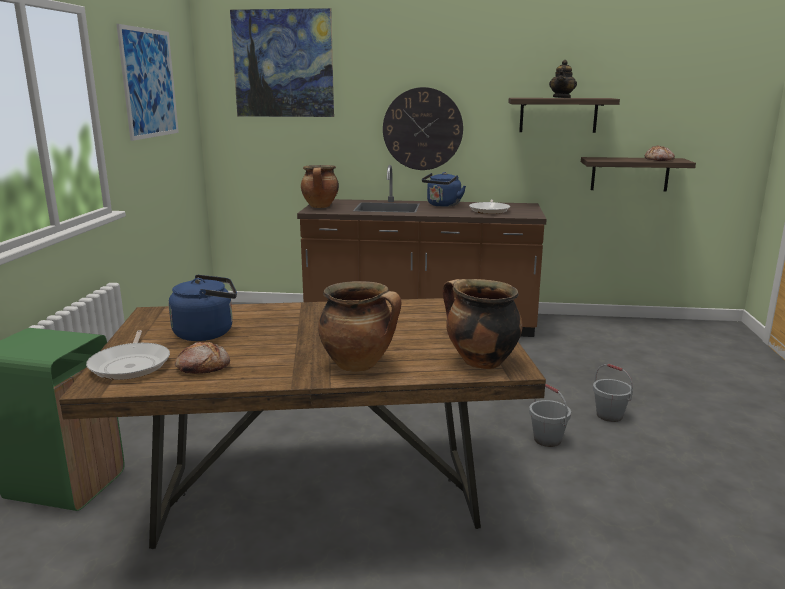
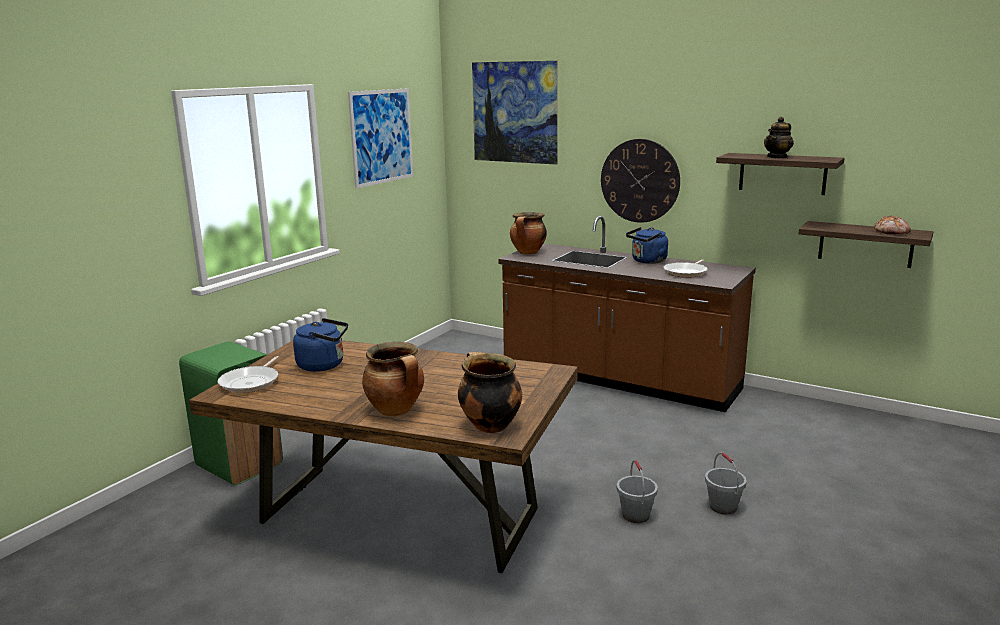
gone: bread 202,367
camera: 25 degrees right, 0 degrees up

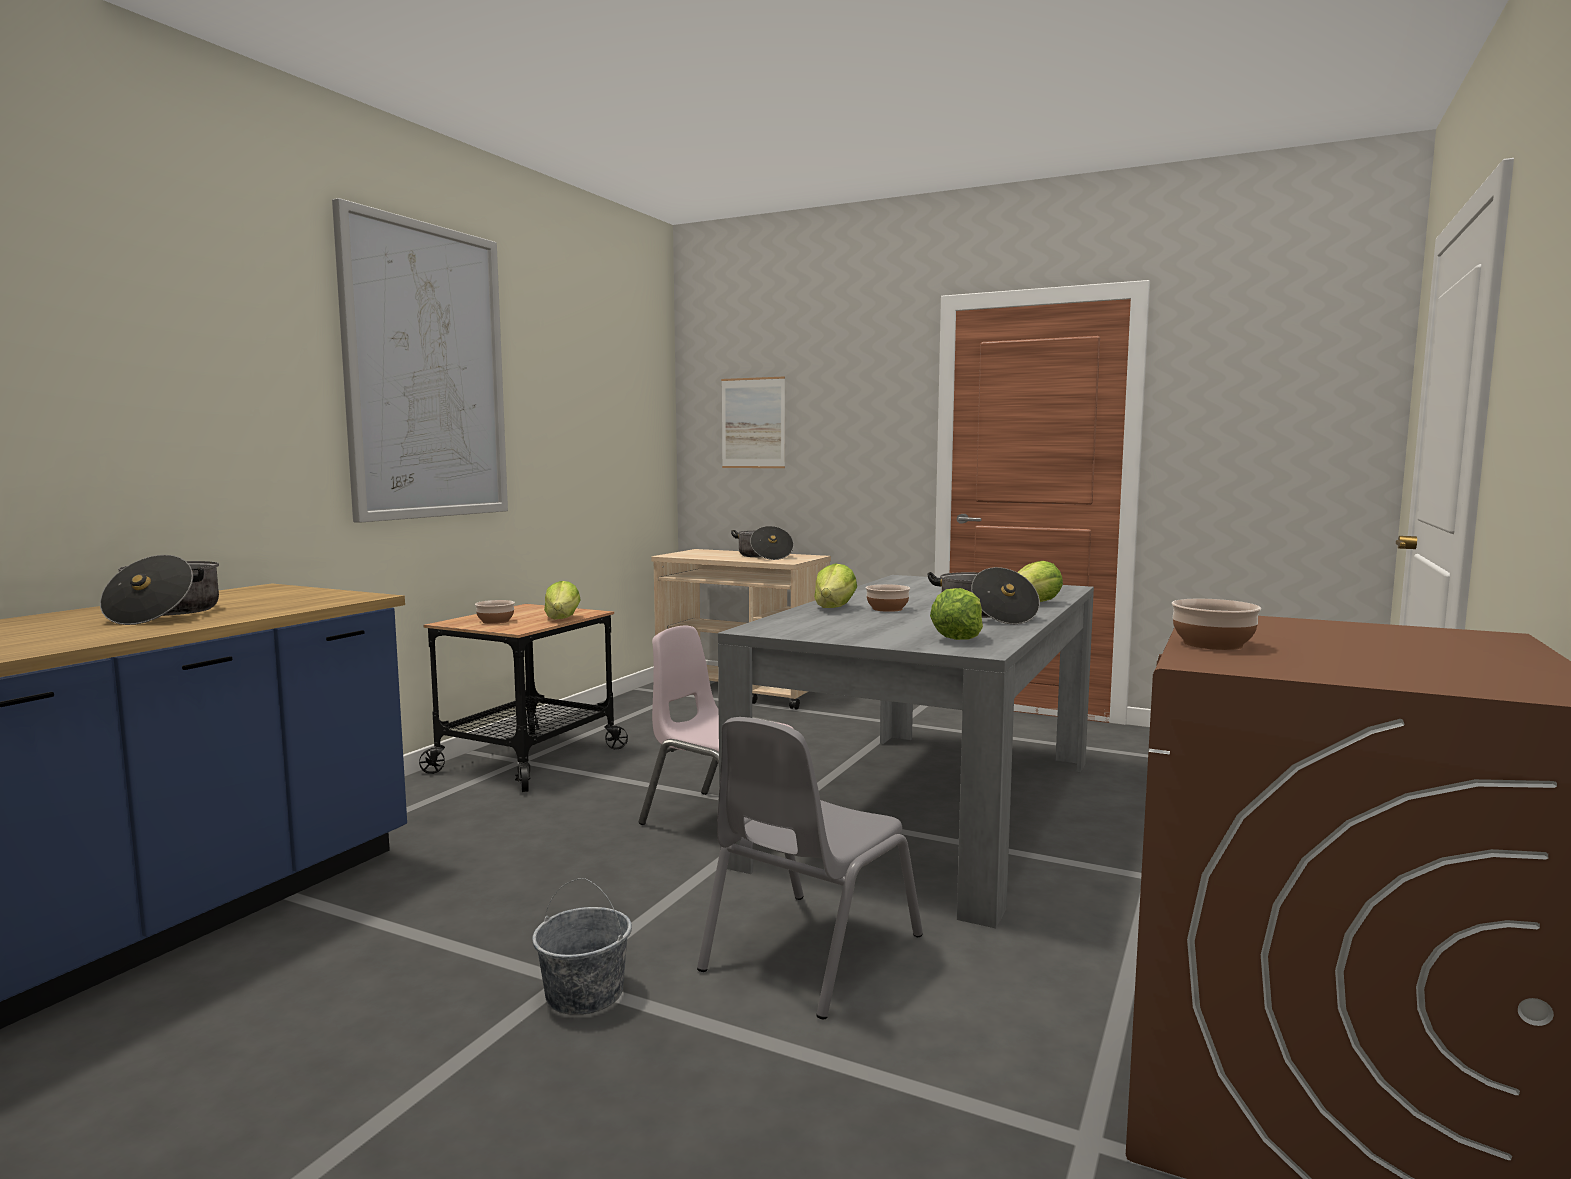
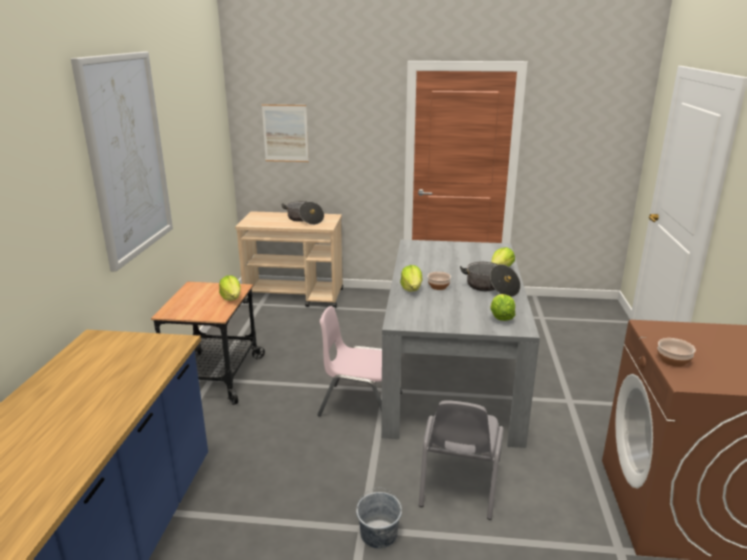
gone: cooking pot 165,613; bowl 496,621
camera: 20 degrees left, 15 degrees up

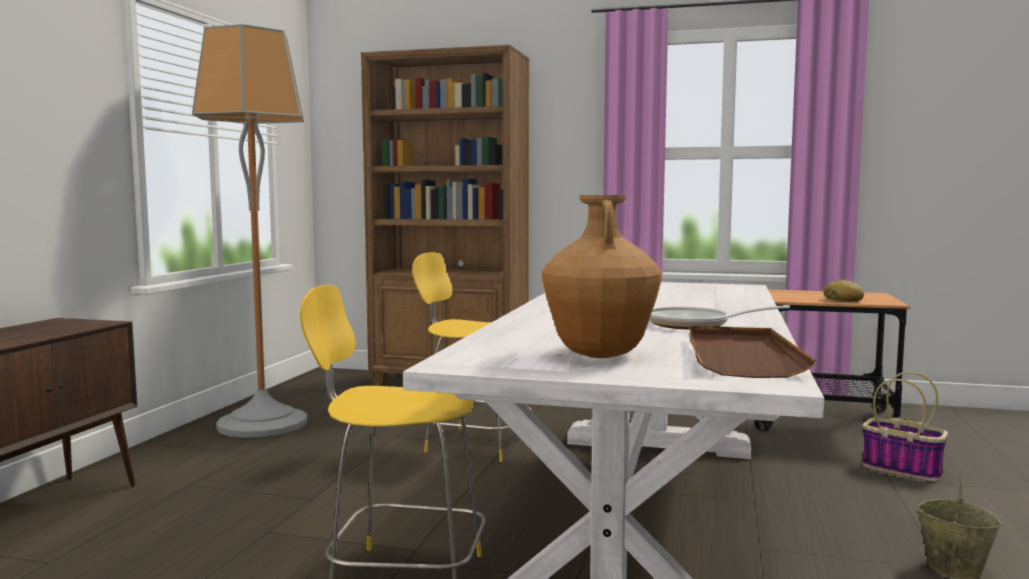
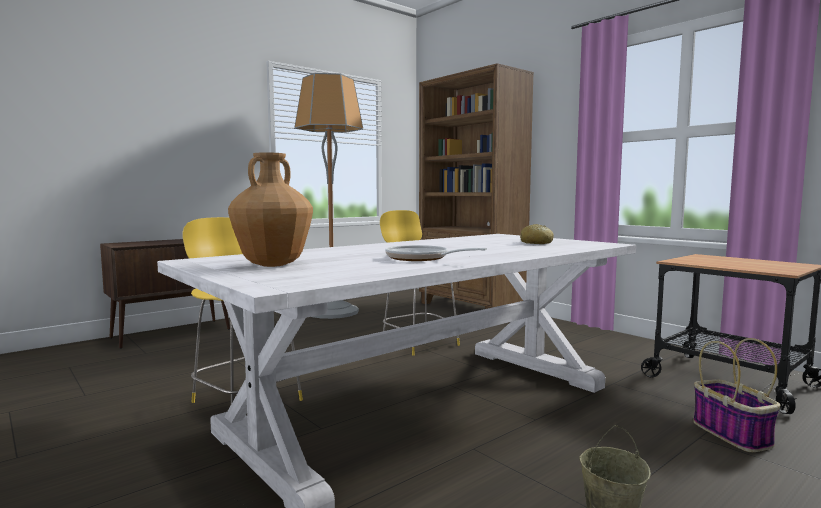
gone: tray (brown) 740,357
shifted: bread 843,300 to 536,243
camera: 35 degrees right, 0 degrees up

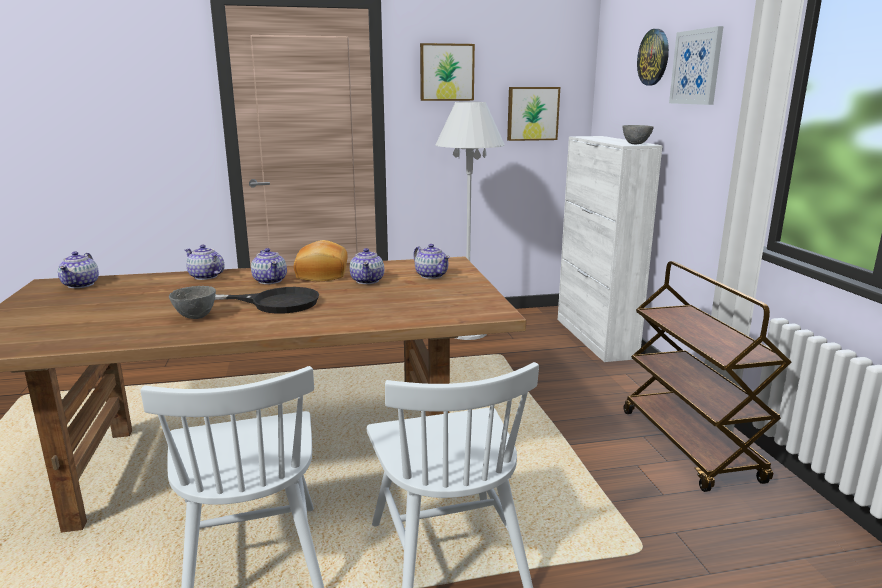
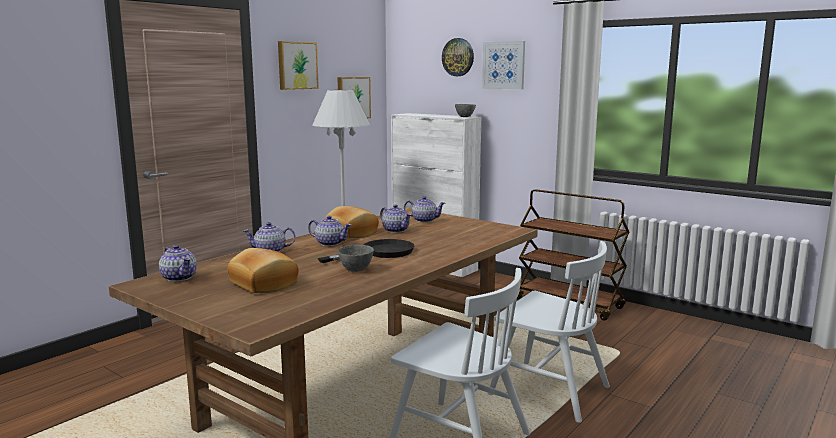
new: bread 262,284
camera: 40 degrees left, 5 degrees down

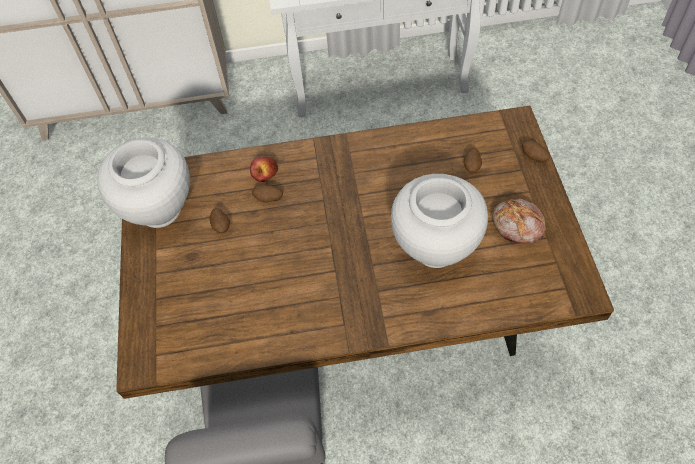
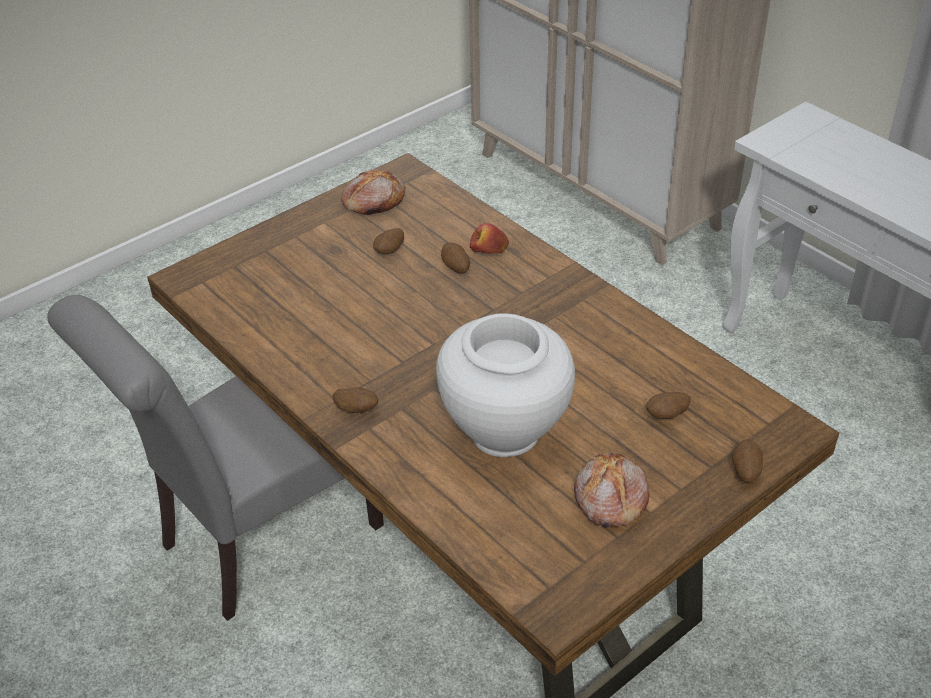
new: potato 356,410
swapped: vase (white) 159,210 to bread 373,201
camera: 55 degrees right, 15 degrees down

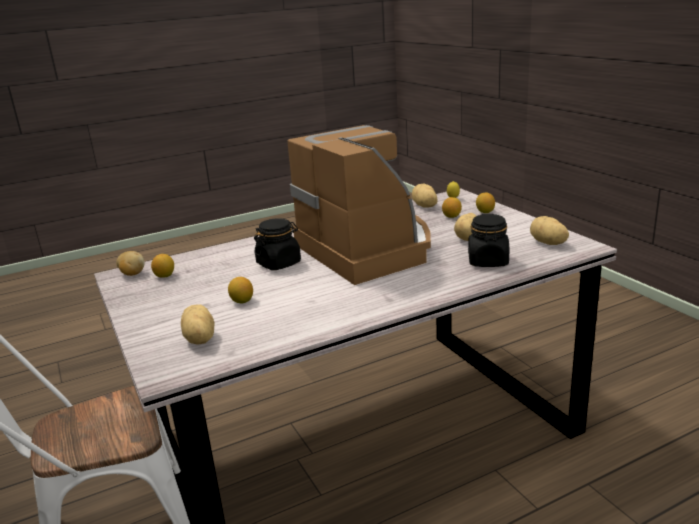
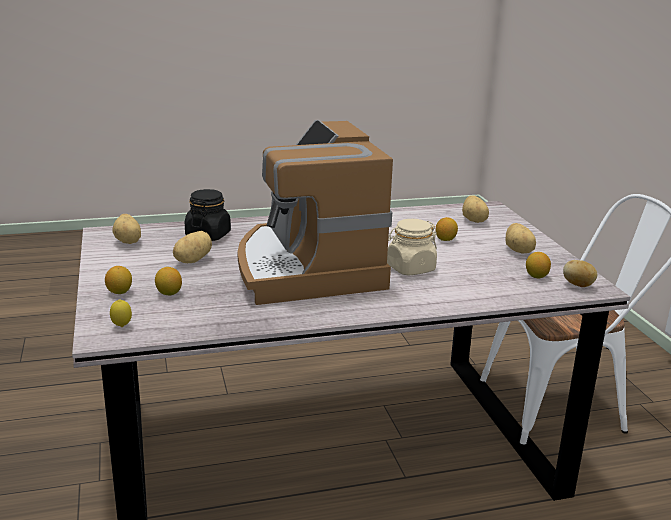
shifted: potato 424,206 to 519,250
repainted: jar (black) 279,263 to jar (beige) 410,268
camera: 170 degrees left, 0 degrees up

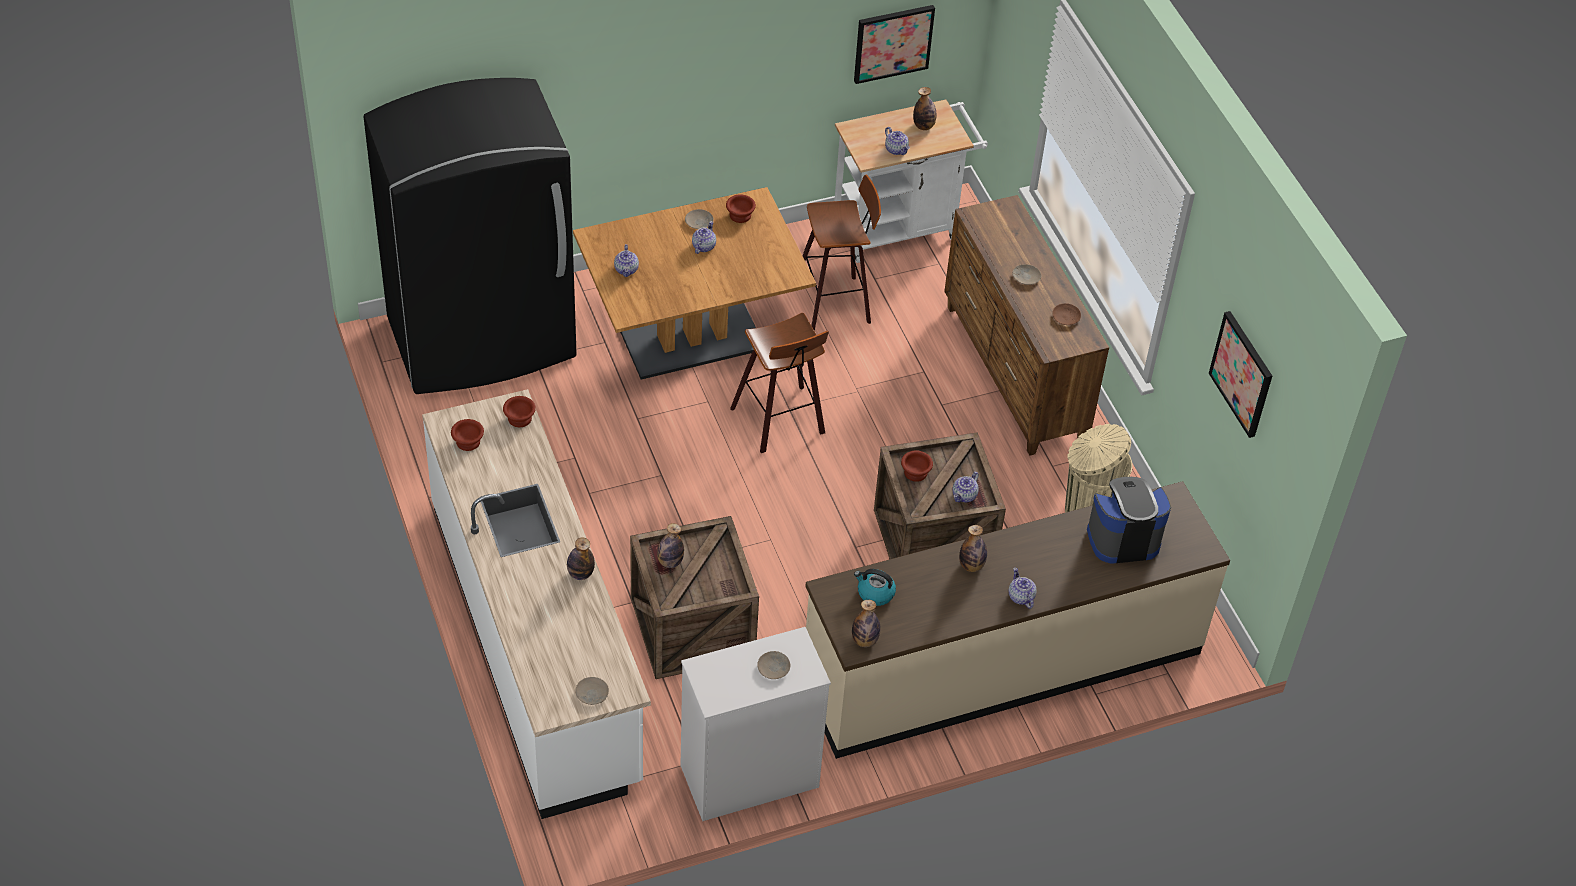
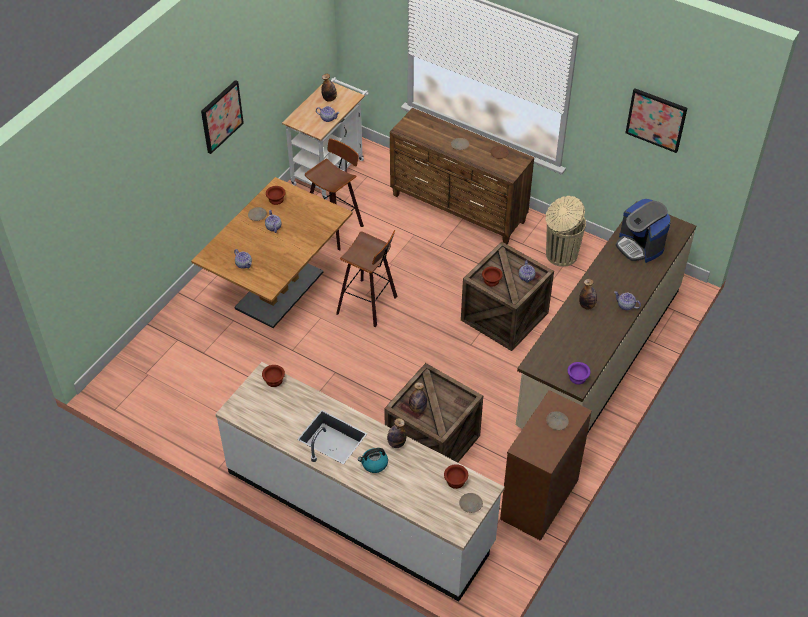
gone: fridge (black) 483,340
shifted: bowl (brown) 467,442 to 455,481; picture 893,43 to 221,116; kettle 875,593 to 374,464
swapped: bottle 864,640 to bowl (purple) 578,378
repainted: dresser (white) 748,777 to dresser (brown) 539,500
rotated: coffee machine 1123,538 = 640,246 75 degrees counterclockwise
camera: 35 degrees left, 0 degrees up

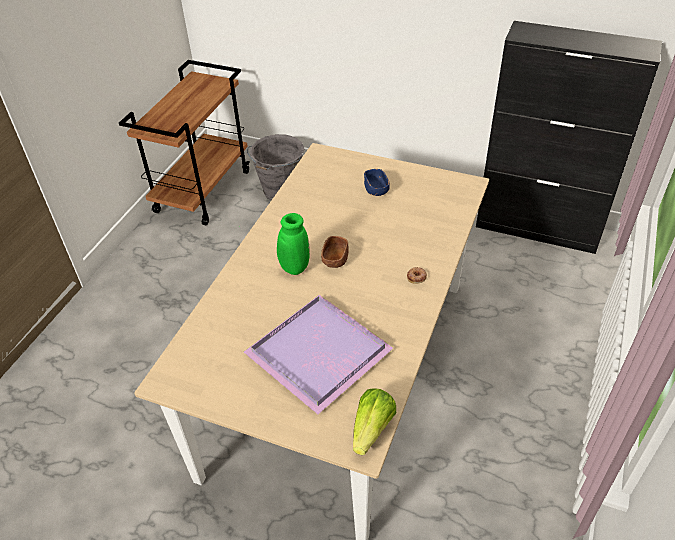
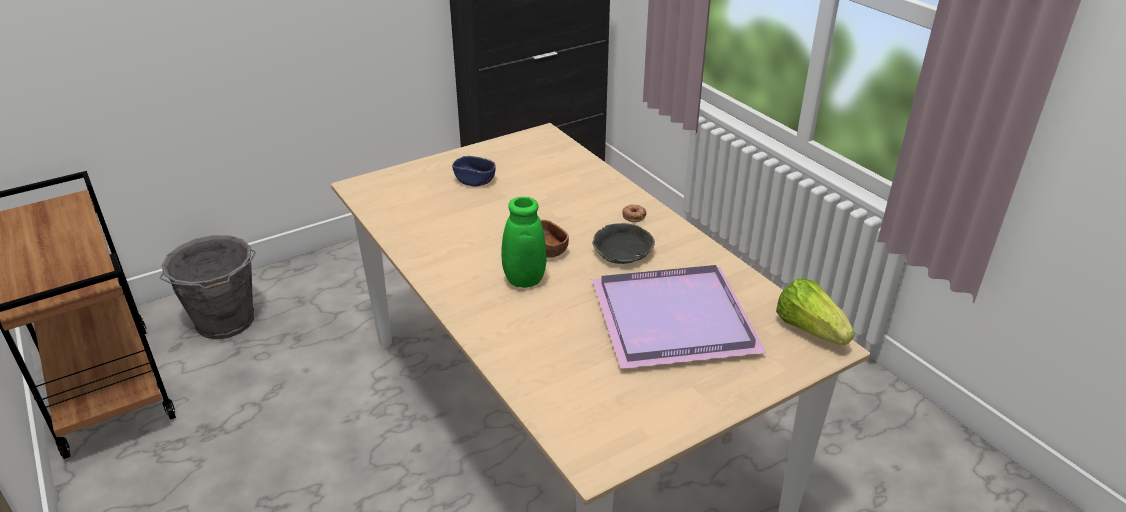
new: bowl (grey) 622,252
camera: 55 degrees left, 10 degrees down

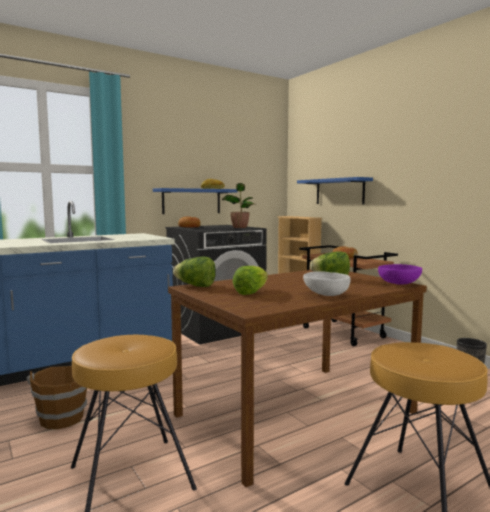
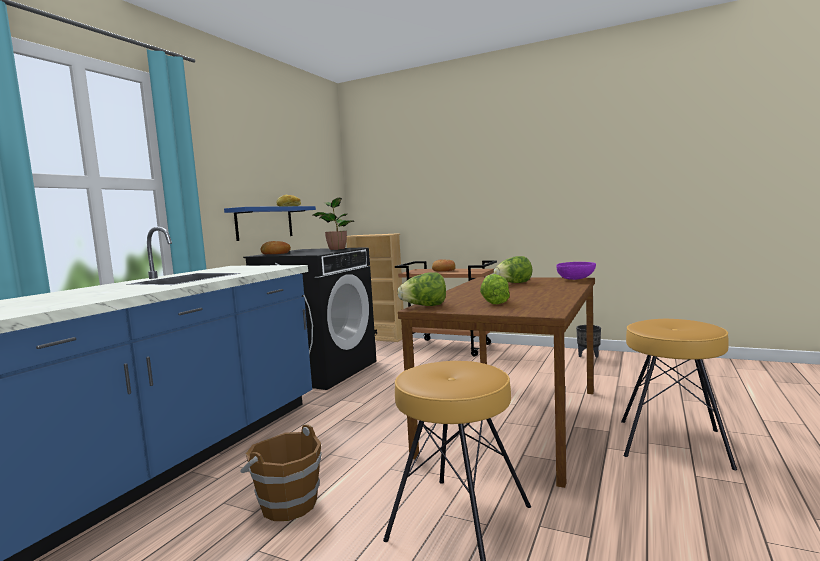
gone: shelf (blue) 339,191; bowl (white) 325,294
camera: 30 degrees left, 0 degrees up

